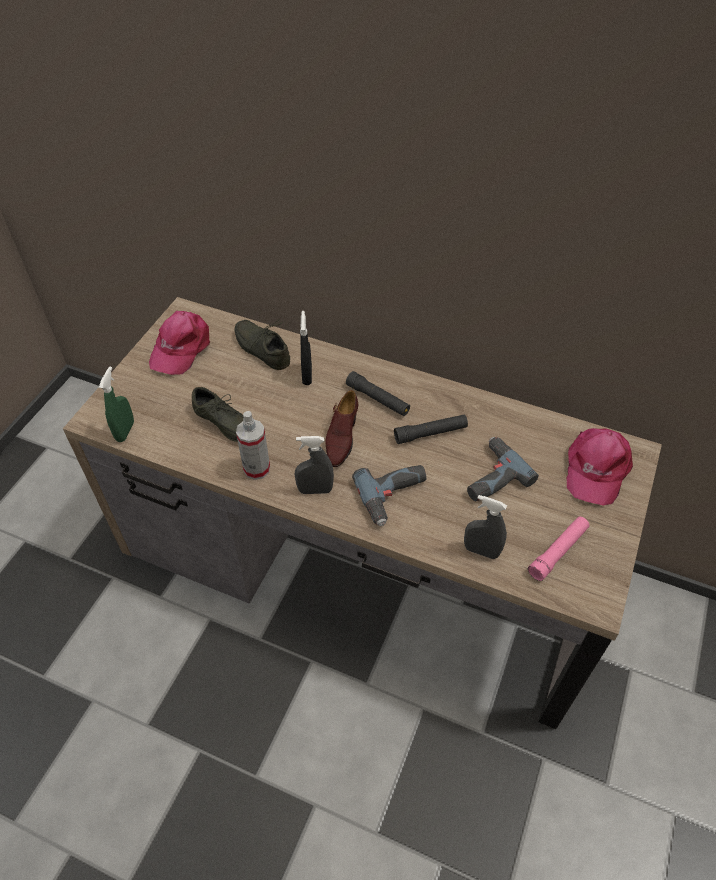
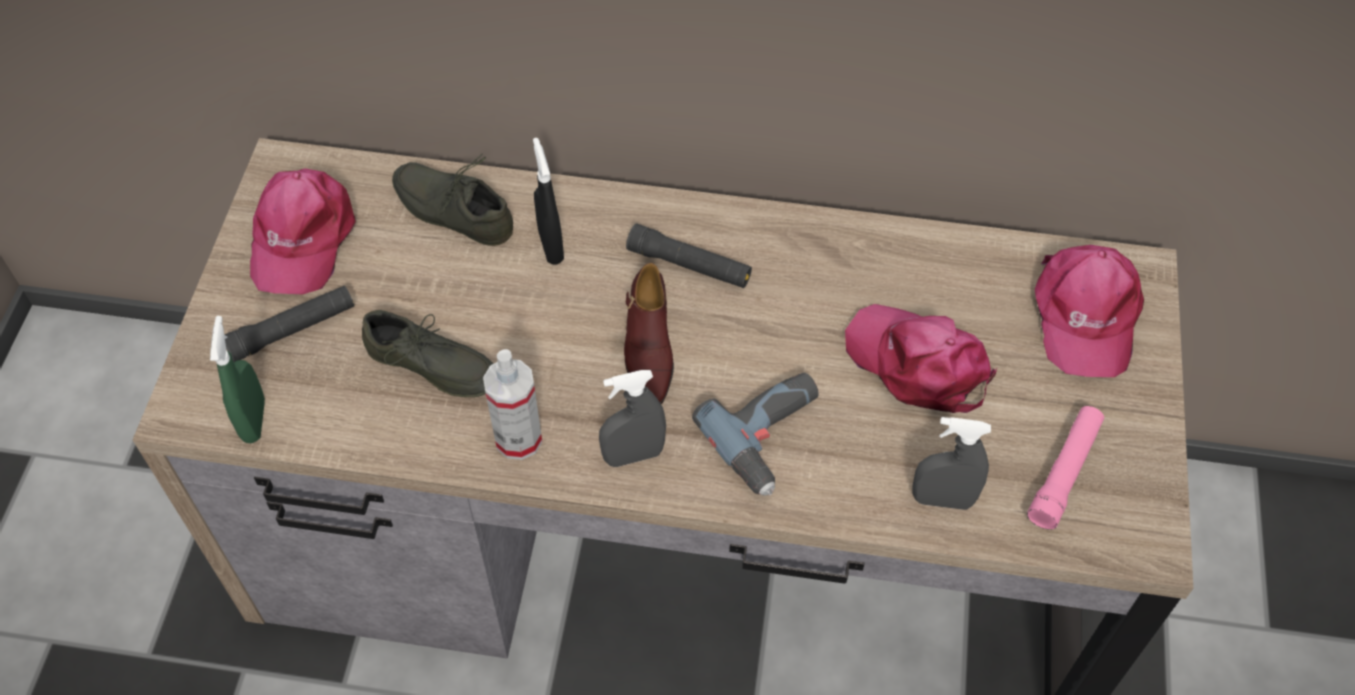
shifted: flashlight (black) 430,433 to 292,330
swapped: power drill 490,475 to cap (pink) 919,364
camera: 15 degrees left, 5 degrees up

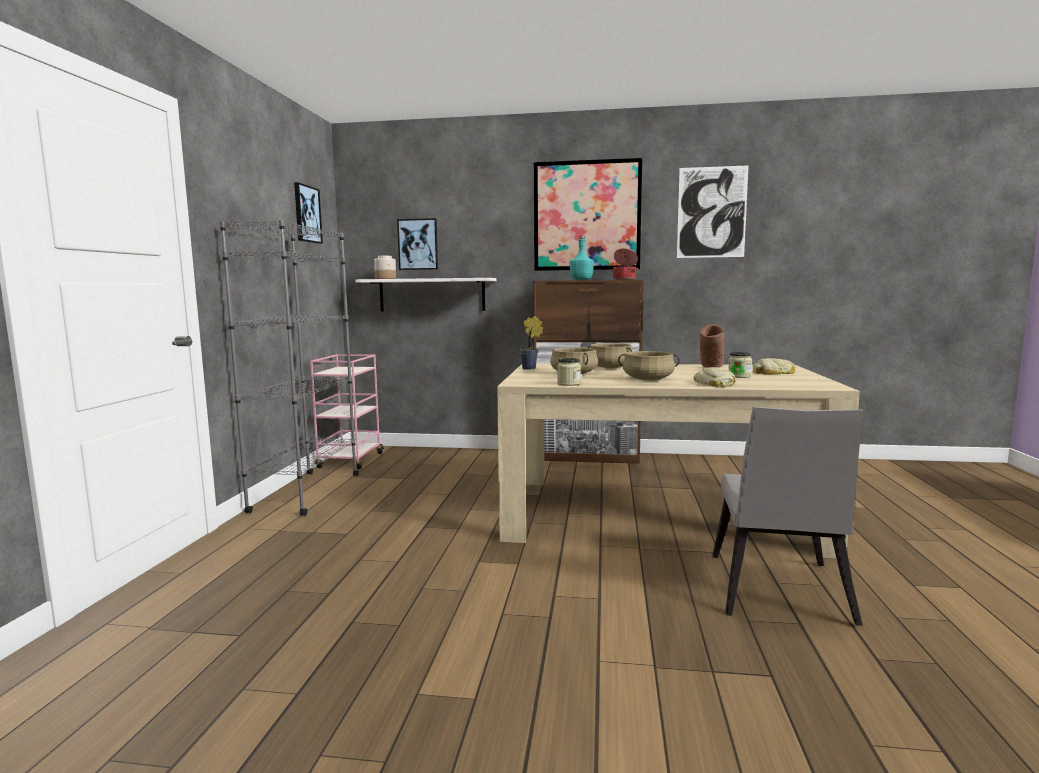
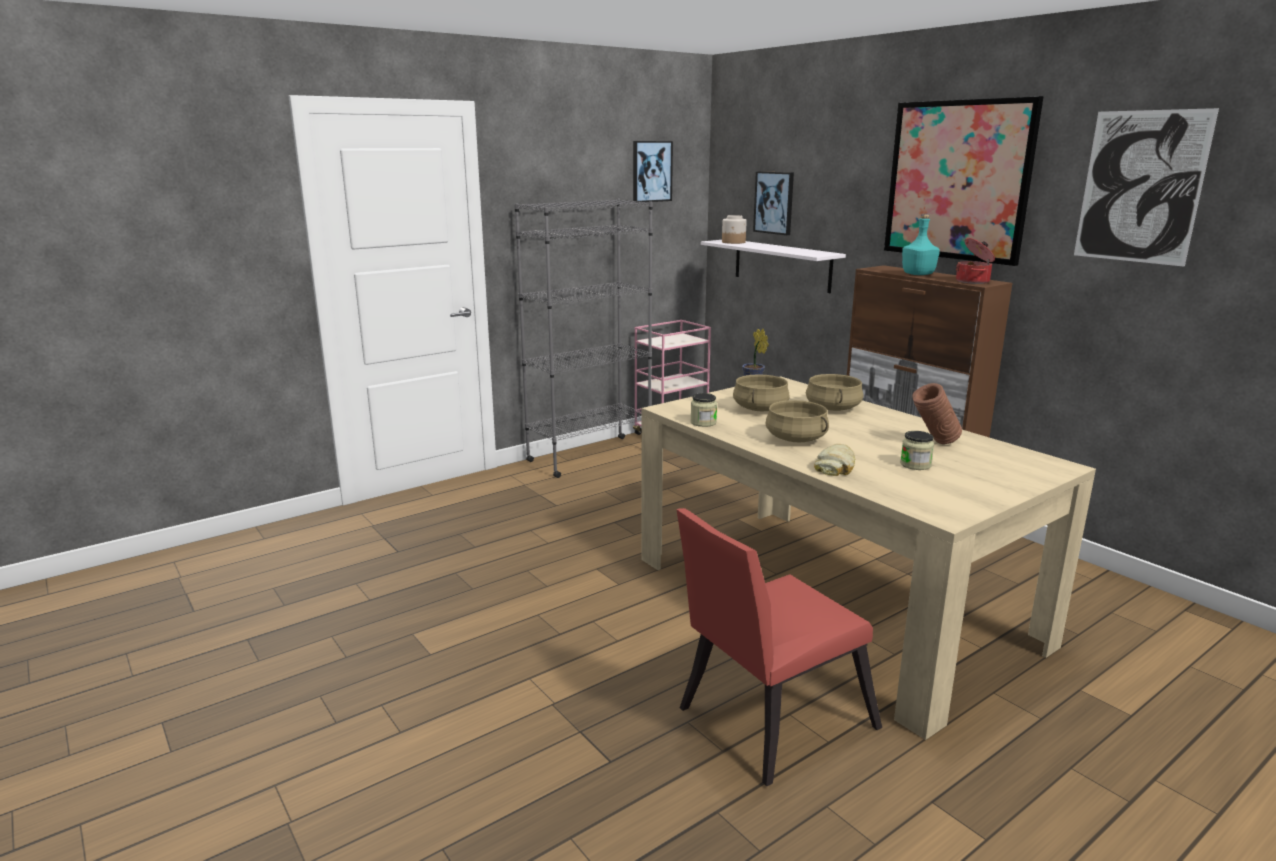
gone: bread 773,373
repainted: chair (grey) 777,593 to chair (red) 766,721
camera: 45 degrees right, 10 degrees up

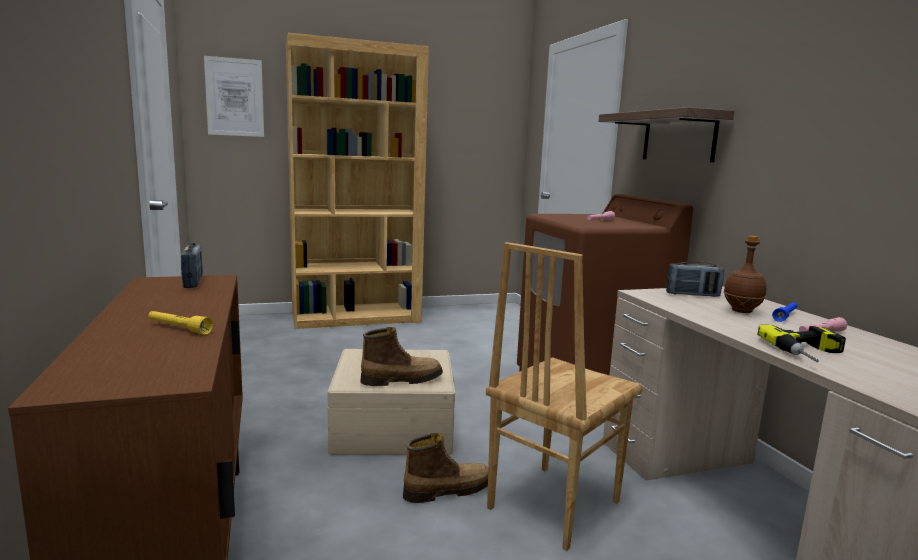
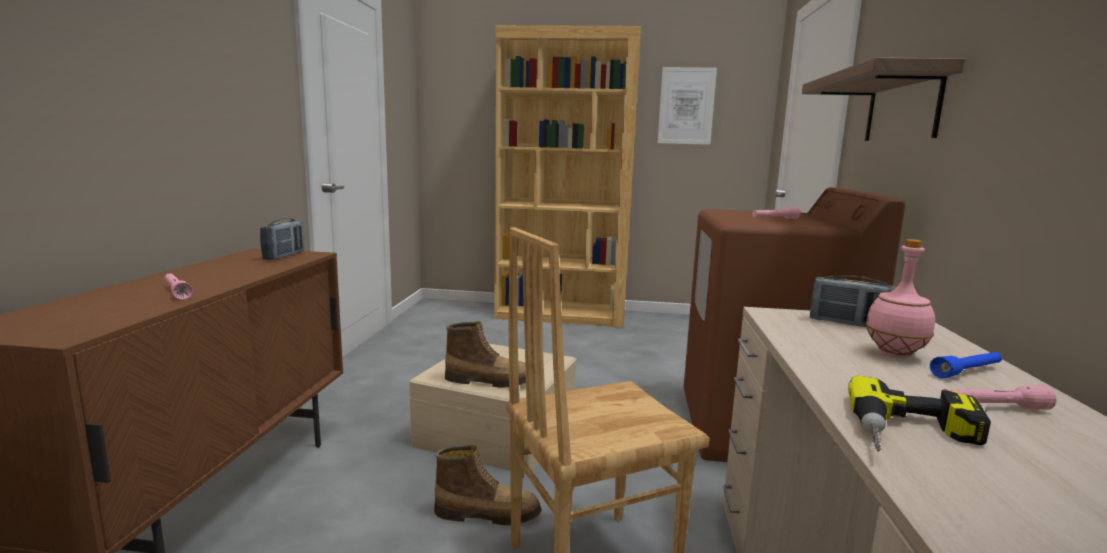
shifted: picture 234,97 to 686,106
repainted: flashlight (yellow) 179,328 to flashlight (pink) 177,292; bottle (brown) 741,311 to bottle (pink) 894,355
camera: 25 degrees right, 0 degrees up

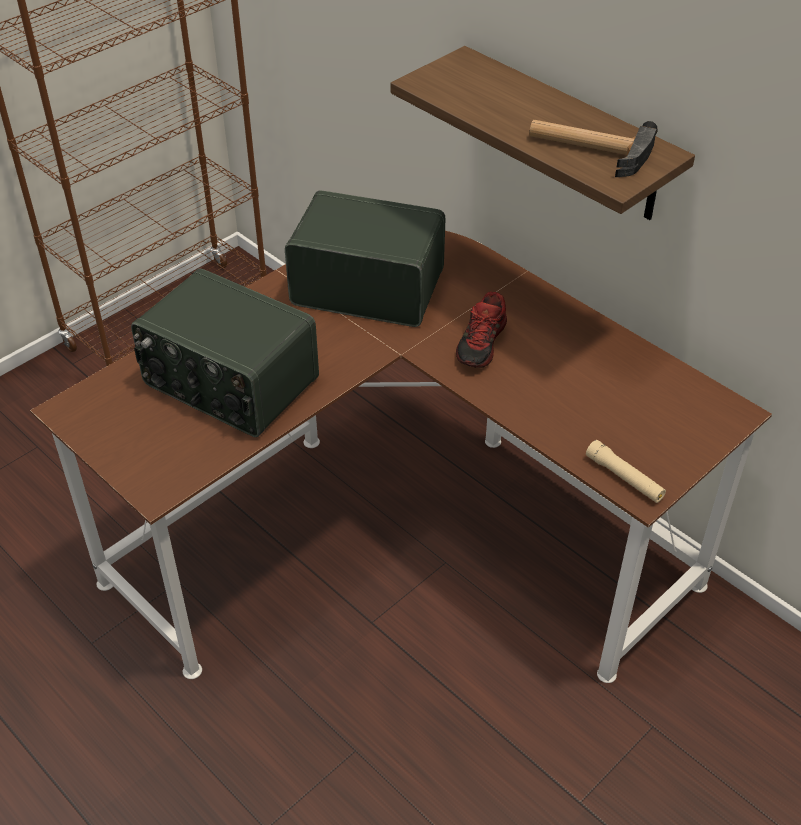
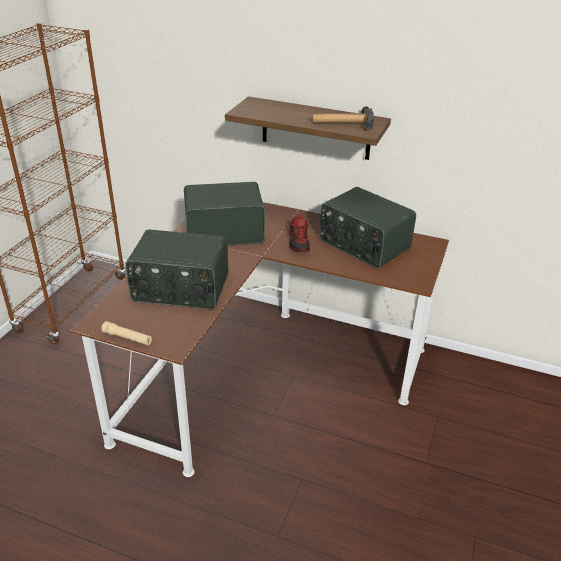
new: radio 363,245
shifted: flashlight (beige) 624,478 to 127,338
camera: 25 degrees left, 10 degrees down

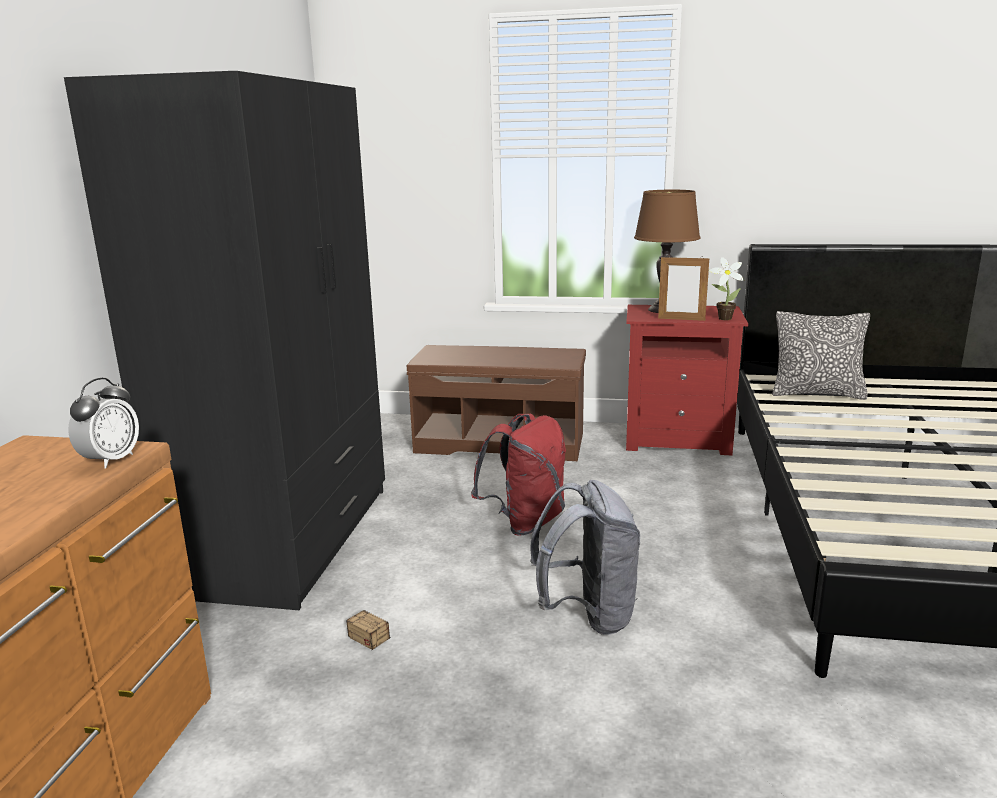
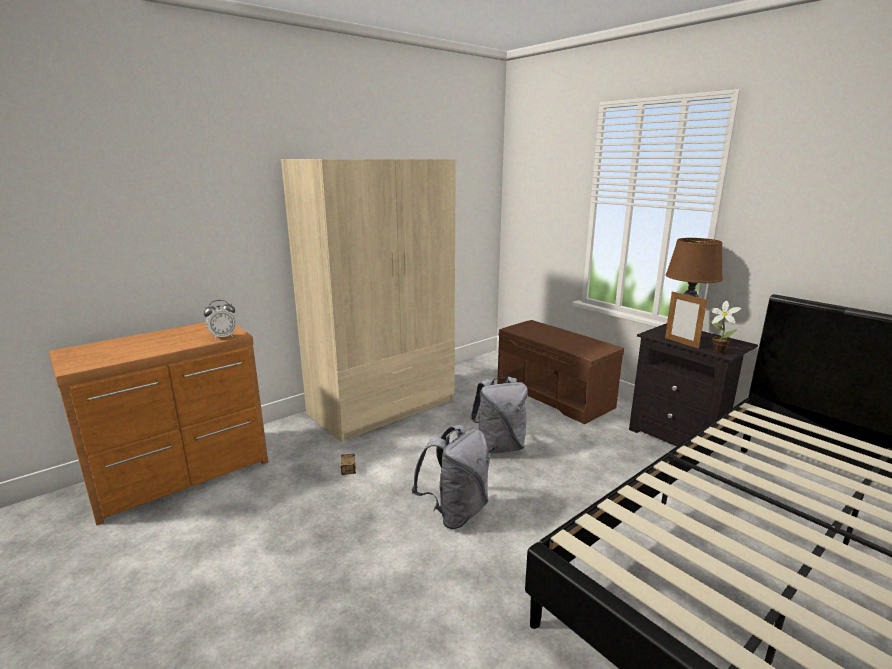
gone: pillow 816,393
repainted: wardrobe (black) 290,538 to wardrobe (beige) 383,407; backpack (red) 525,522 to backpack (grey) 499,447; nightstand (red) 678,439 to nightstand (black) 680,436
camera: 40 degrees right, 0 degrees up

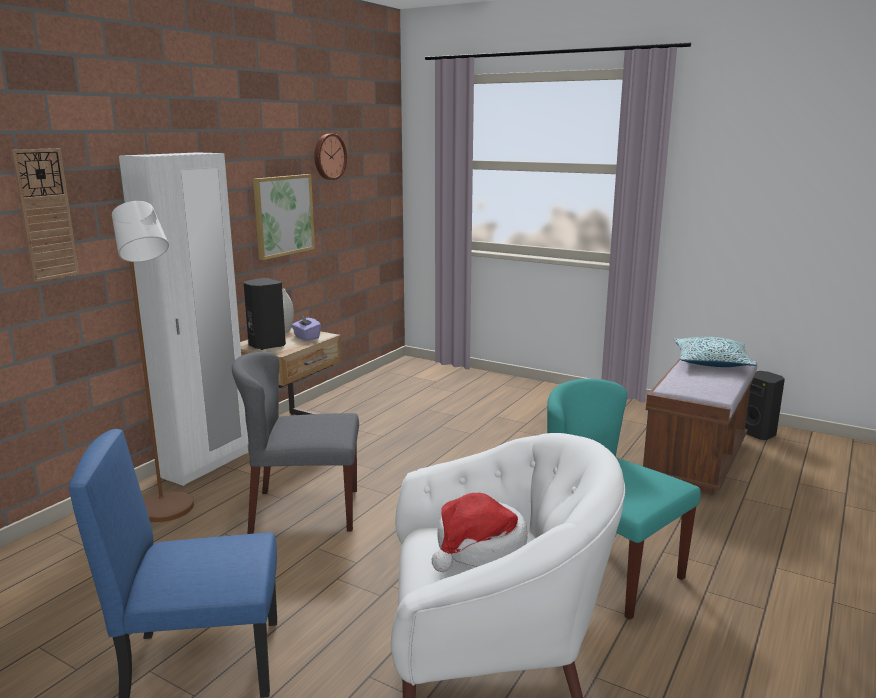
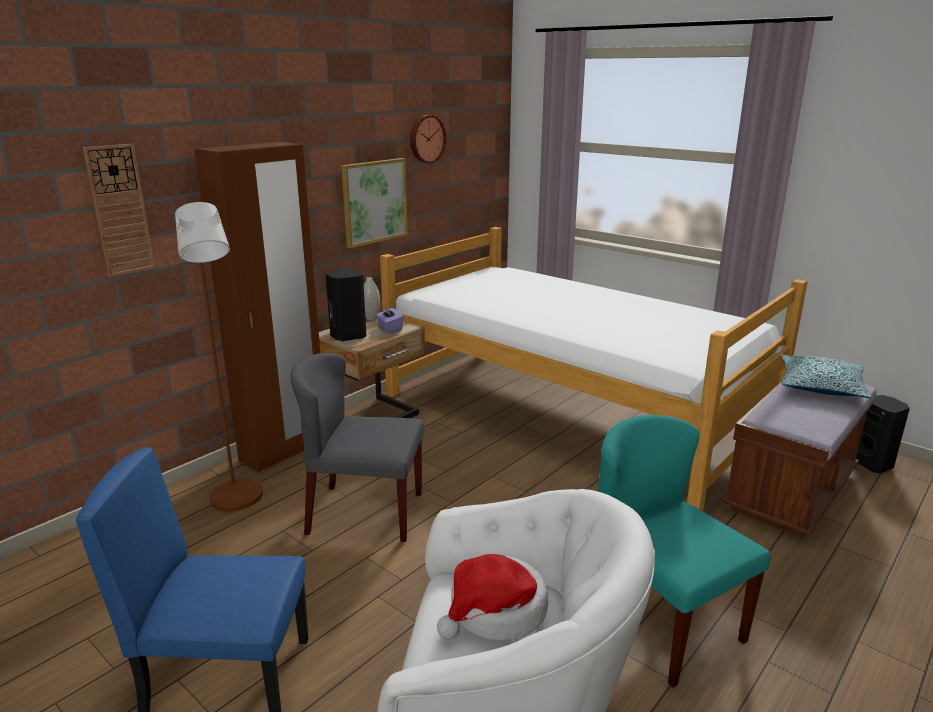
new: bed 570,413
repainted: wardrobe (white) 206,464 to wardrobe (brown) 284,450
camera: 10 degrees right, 5 degrees up

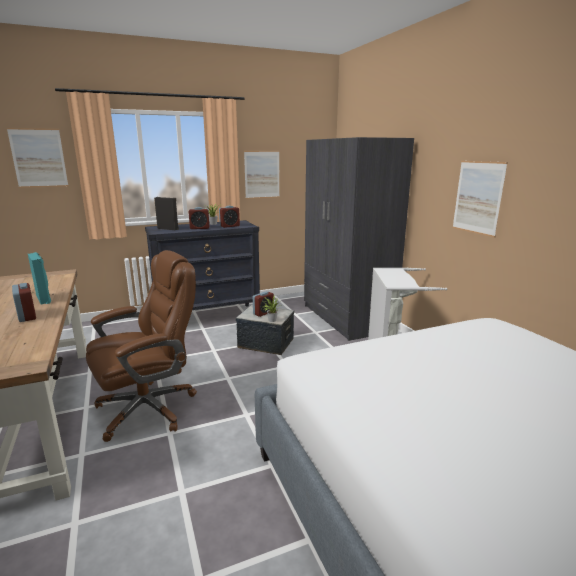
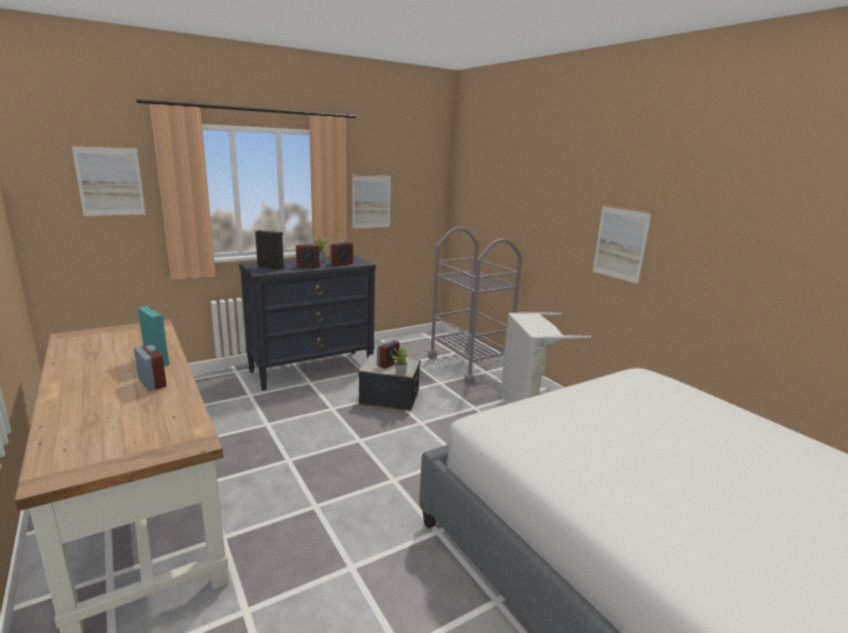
gone: office chair (brown) 149,408
swapped: wardrobe (grey) 346,318 to cart (grey) 469,365
camera: 10 degrees left, 0 degrees up

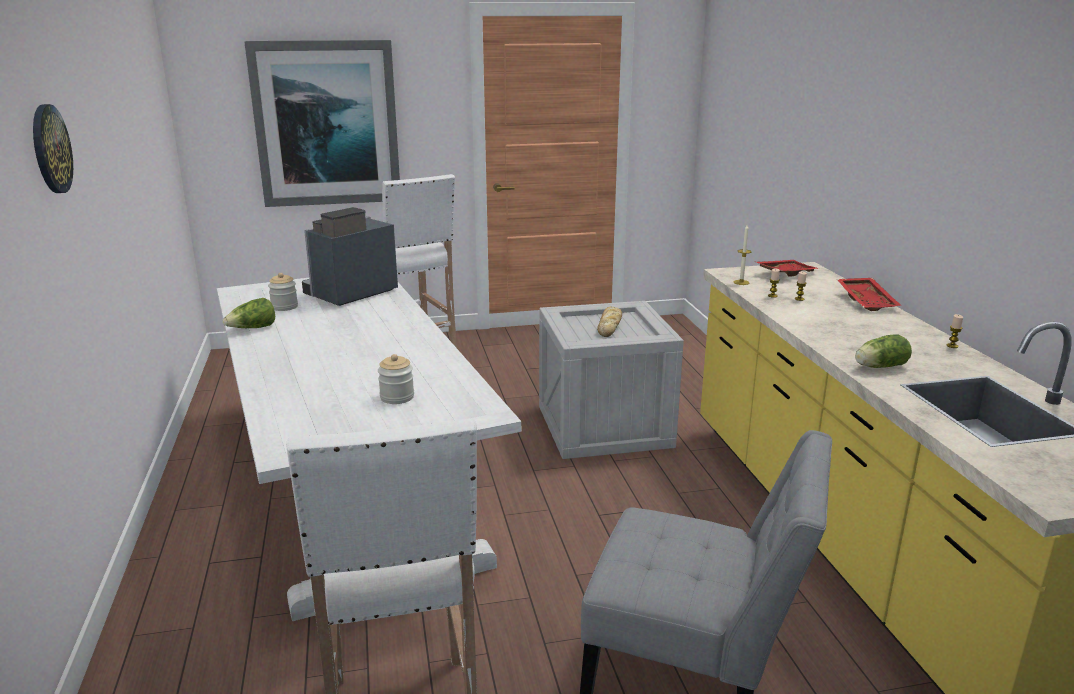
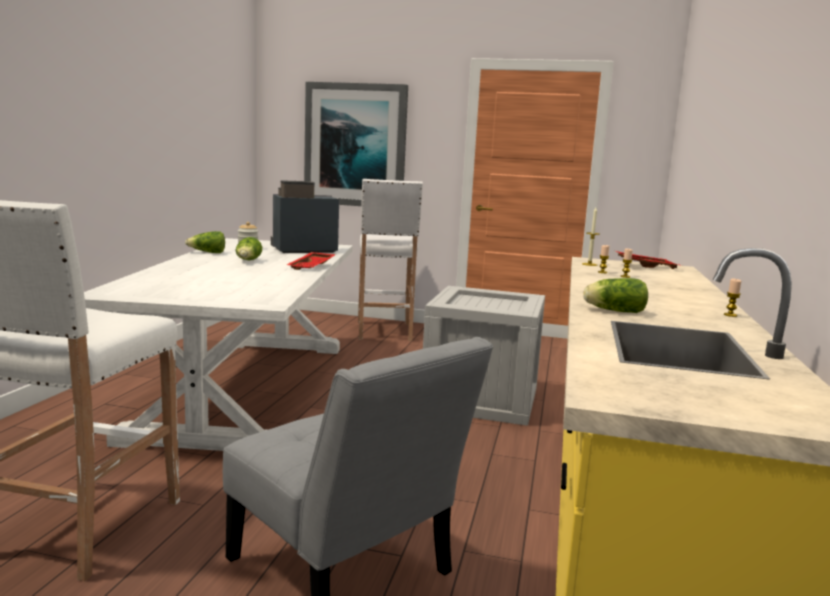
gone: wall clock 50,149; jar 397,397; bread 609,326
new: lettuce 248,261
shifted: tray (red) 867,301 to 312,267
camera: 25 degrees right, 10 degrees down

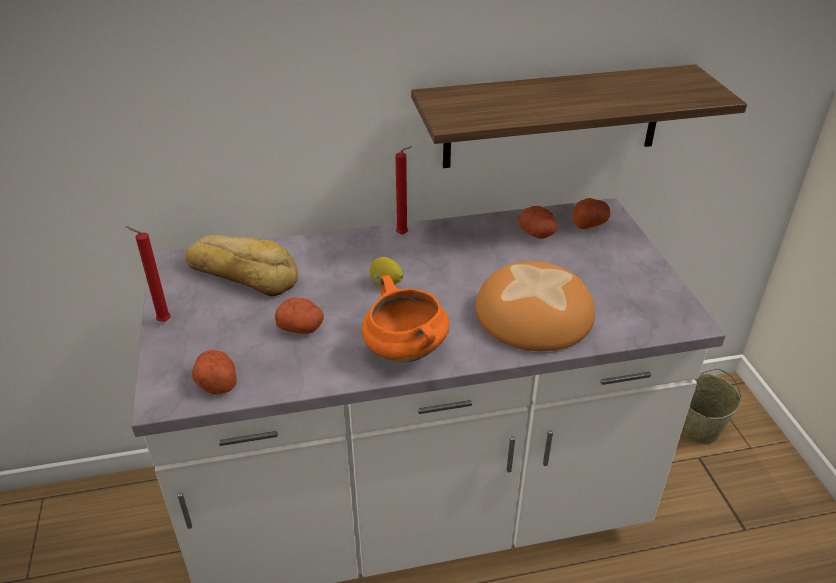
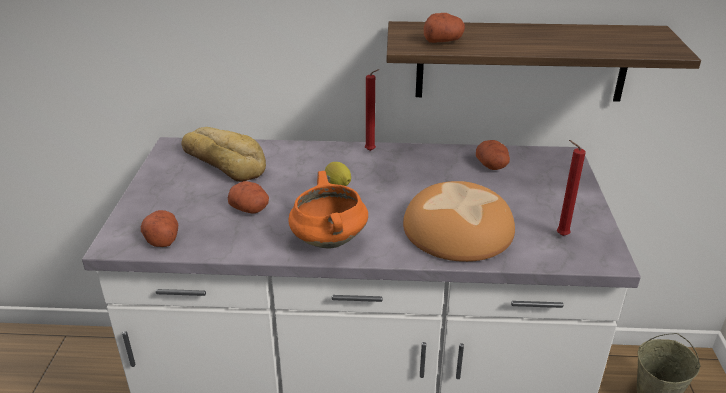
shifted: candle (red) 162,321 to 560,235; potato 589,223 to 443,41
camera: 15 degrees right, 5 degrees down

